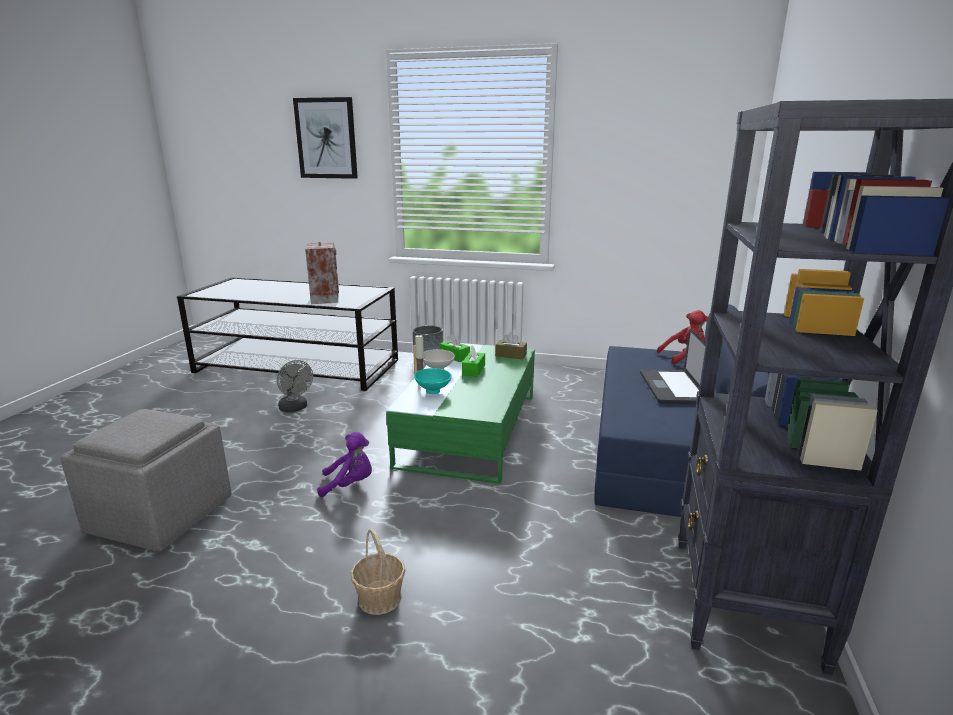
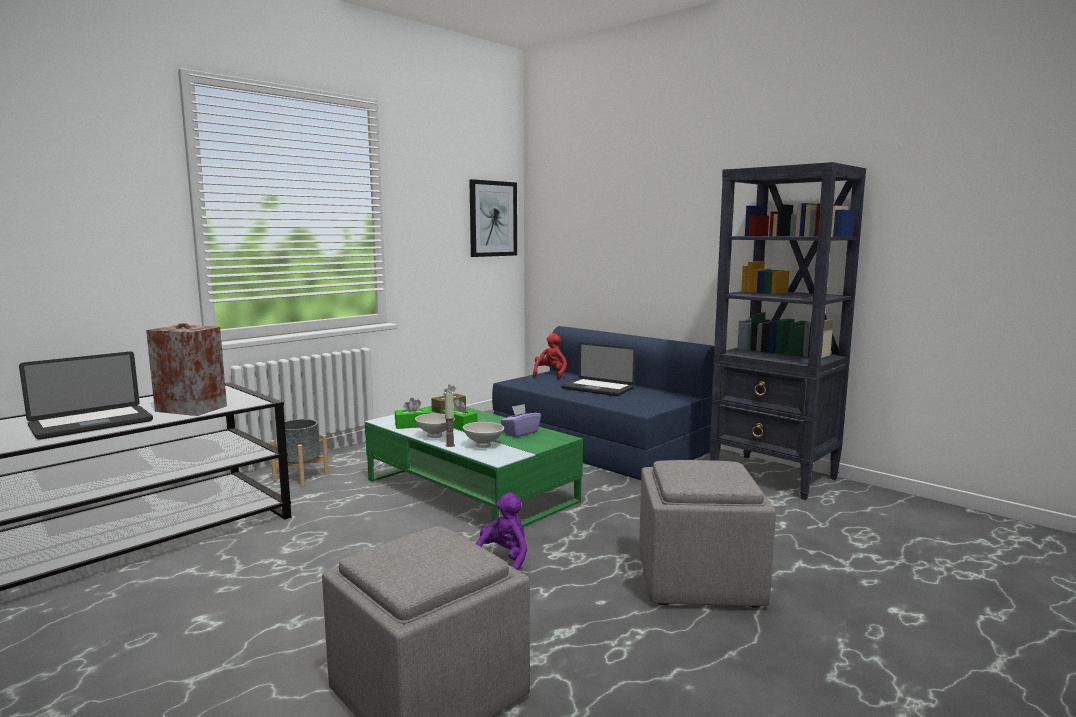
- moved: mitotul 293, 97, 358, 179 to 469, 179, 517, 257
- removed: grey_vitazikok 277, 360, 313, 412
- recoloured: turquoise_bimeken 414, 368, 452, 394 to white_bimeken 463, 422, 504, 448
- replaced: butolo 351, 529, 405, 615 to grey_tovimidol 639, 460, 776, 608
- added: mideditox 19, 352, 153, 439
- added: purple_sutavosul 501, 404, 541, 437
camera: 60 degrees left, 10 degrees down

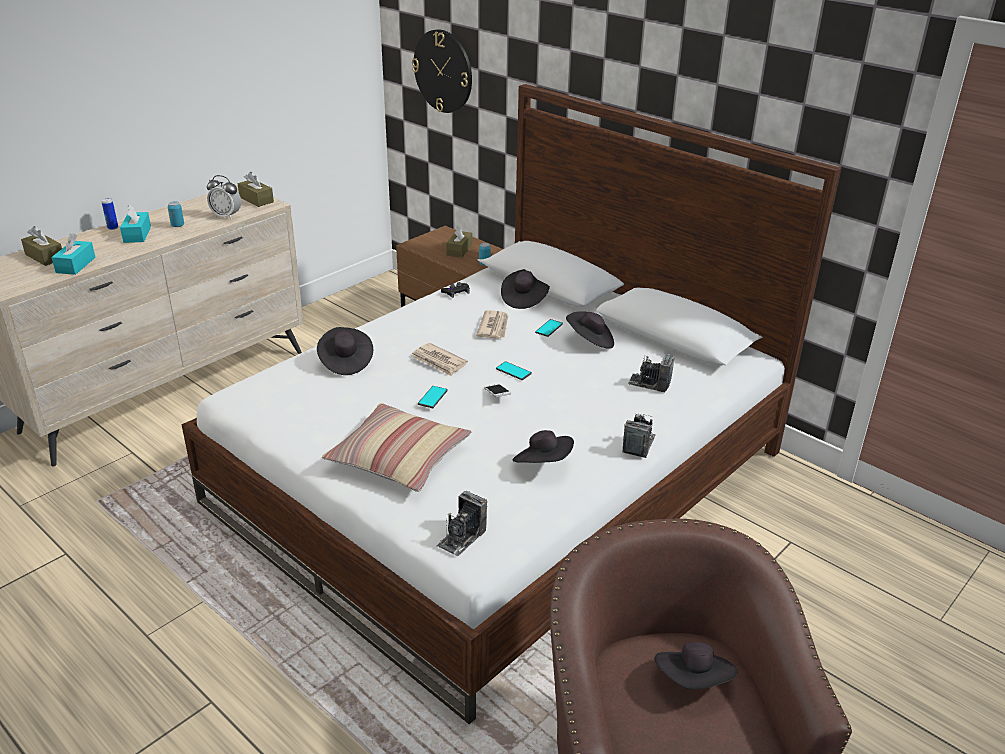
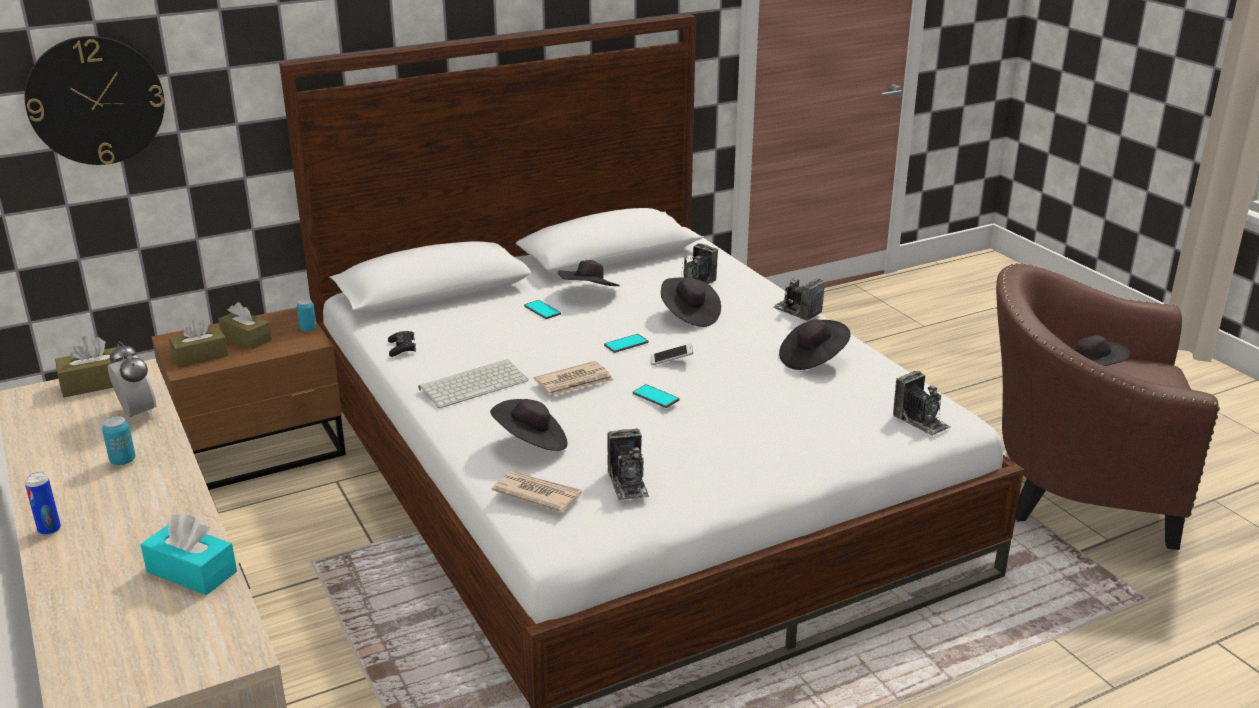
- turned: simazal 207, 175, 241, 220 = 108, 341, 157, 418 75 degrees counterclockwise
- removed: turquoise_sutavosul 120, 204, 151, 243
- moved: brown_sutavosul 21, 226, 62, 266 to 169, 319, 228, 367
- moved: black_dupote 501, 269, 550, 309 to 661, 277, 721, 327
- moved: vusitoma 476, 310, 508, 339 to 492, 471, 582, 512
- removed: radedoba 322, 403, 471, 492
- added: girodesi 418, 359, 529, 408
- added: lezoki 607, 429, 649, 501
camera: 70 degrees left, 5 degrees down

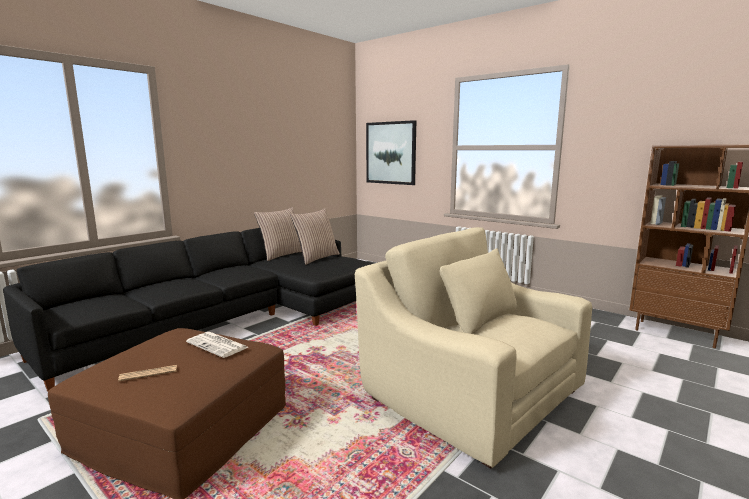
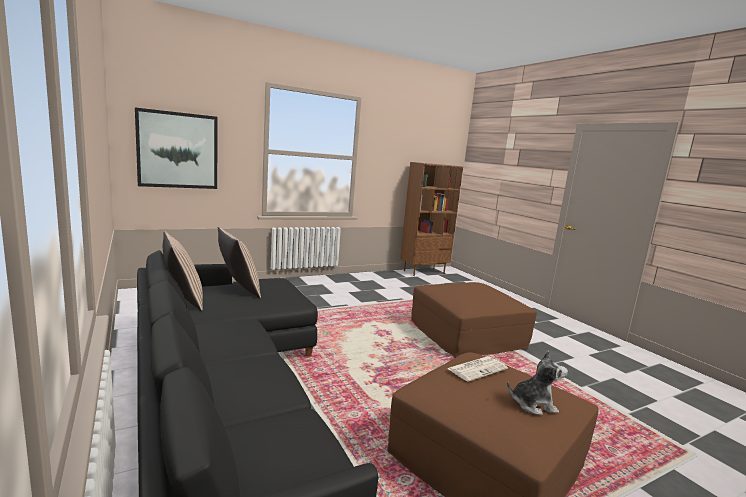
- replaced: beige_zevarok 355, 227, 592, 469 to brown_tovimidol 411, 282, 537, 358
- replaced: vusitoma 118, 365, 177, 381 to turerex 507, 351, 568, 415
camera: 70 degrees left, 0 degrees up

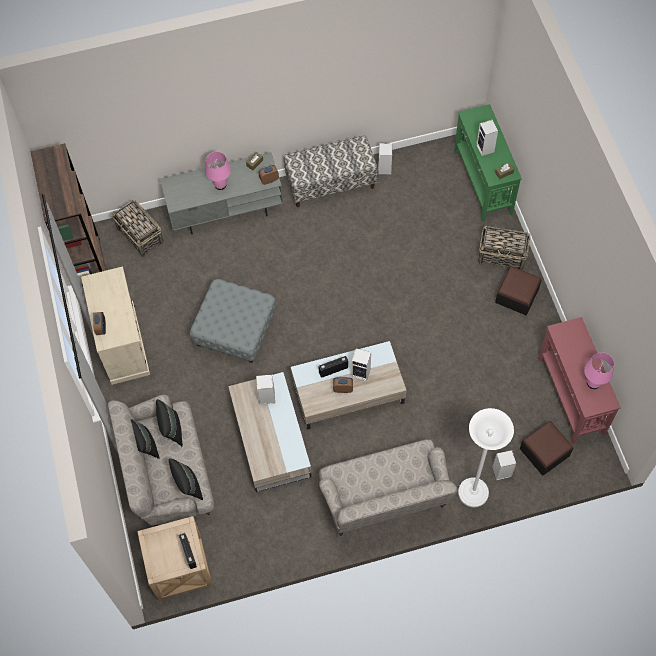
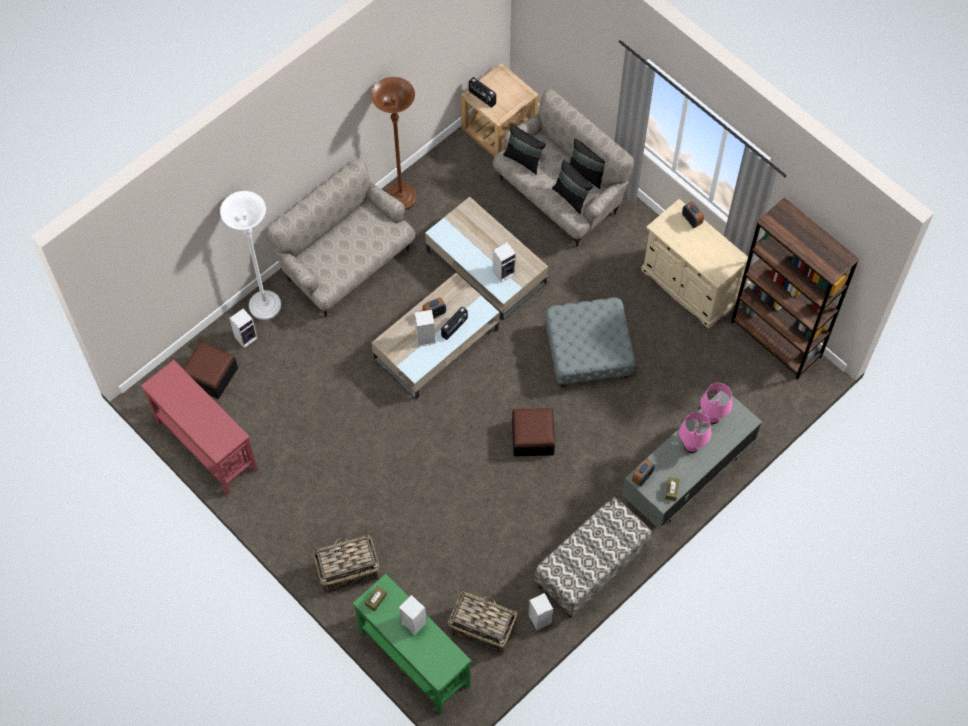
- moved: butolo 111, 200, 164, 257 to 448, 592, 517, 655
- moved: tovimidol 495, 266, 542, 315 to 512, 408, 555, 457
- moved: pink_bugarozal 584, 352, 614, 389 to 700, 383, 732, 424
- added: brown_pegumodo 371, 77, 417, 210
camera: 150 degrees right, 0 degrees up

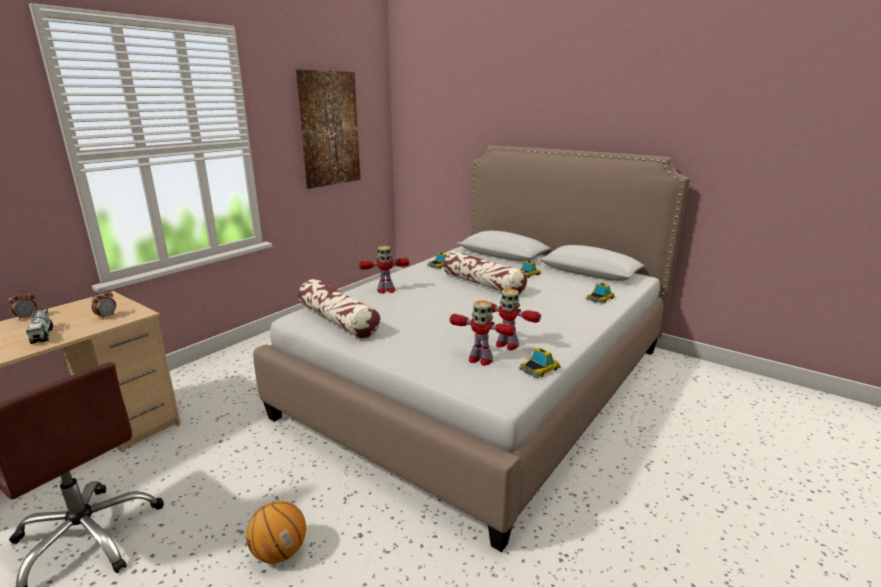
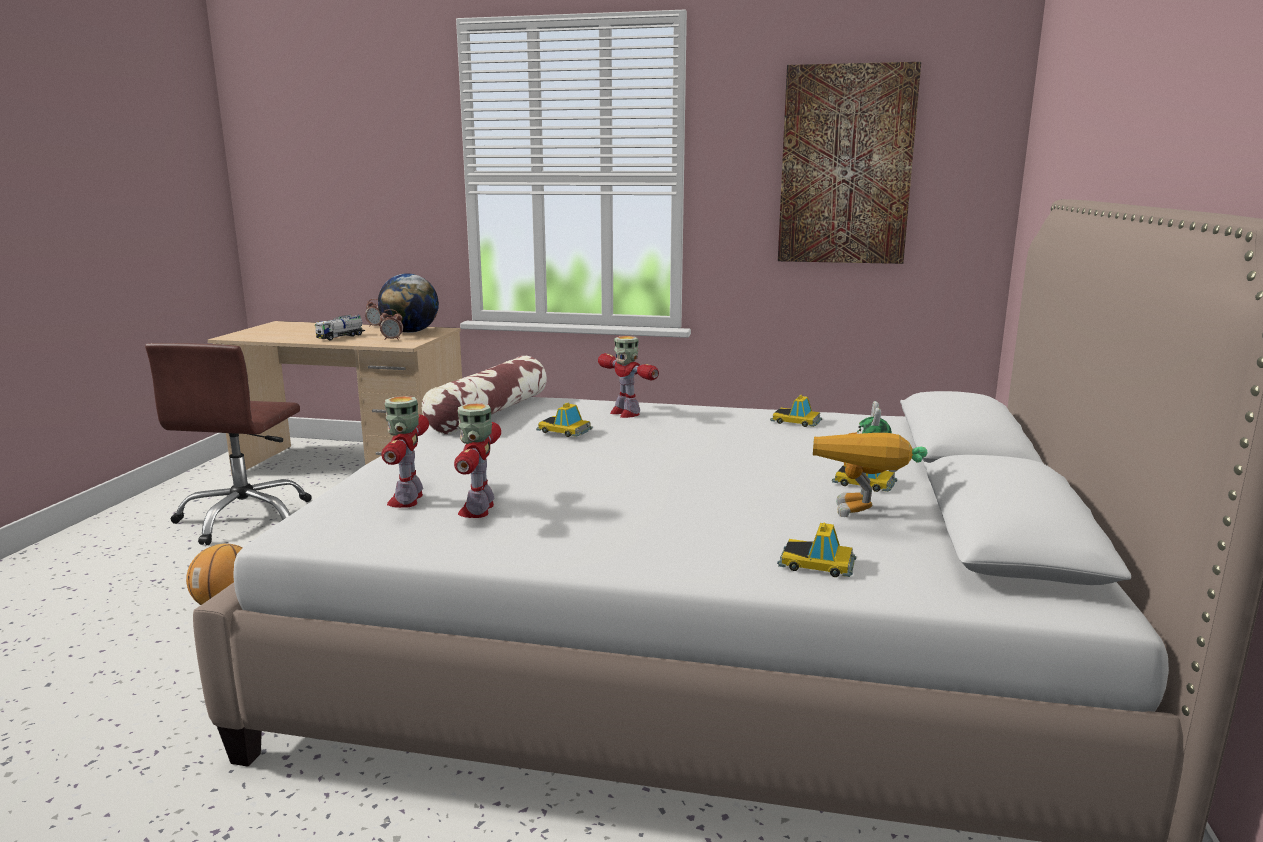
- removed: radedoba 443, 251, 527, 294
- moved: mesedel 519, 347, 561, 378 to 536, 403, 593, 437
- added: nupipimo 378, 273, 439, 333
- added: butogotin 813, 401, 928, 517
camera: 65 degrees right, 5 degrees down

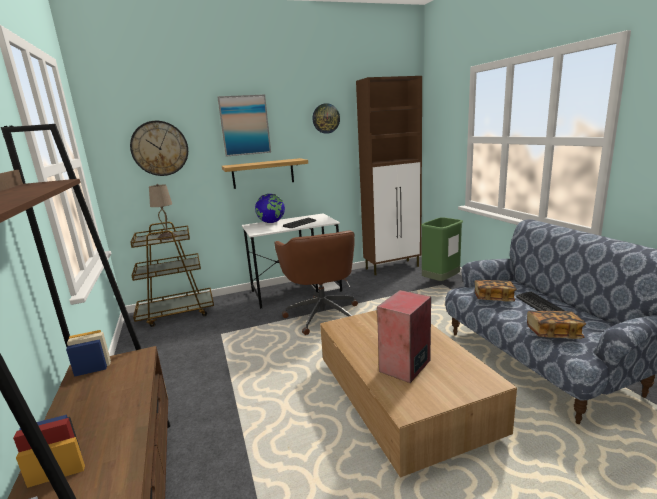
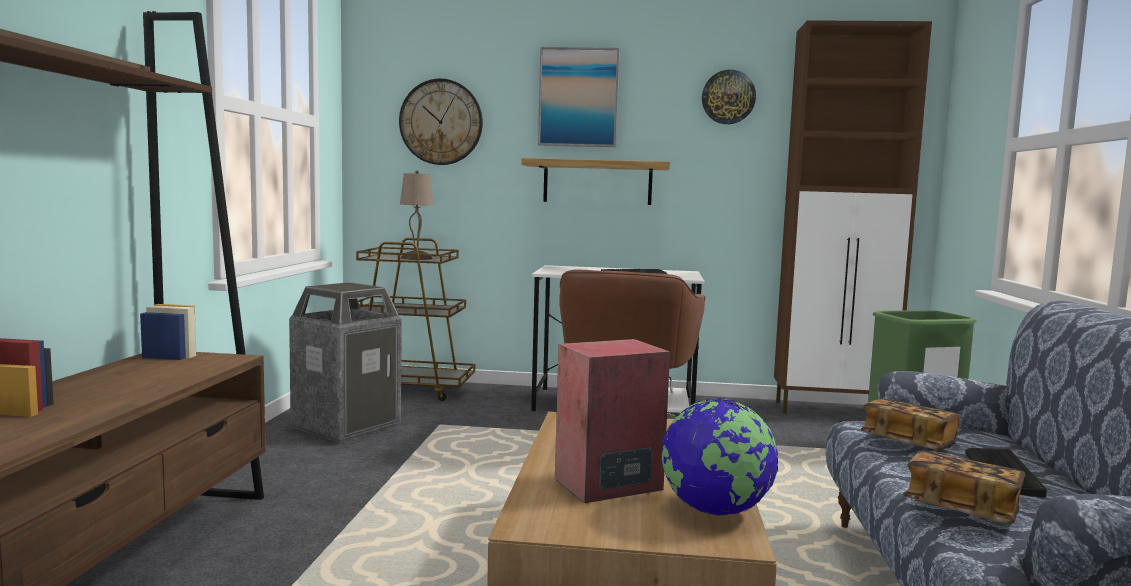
- moved: nupipimo 255, 194, 285, 223 to 662, 398, 778, 515
- added: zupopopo 289, 282, 402, 444
camera: 25 degrees right, 10 degrees down

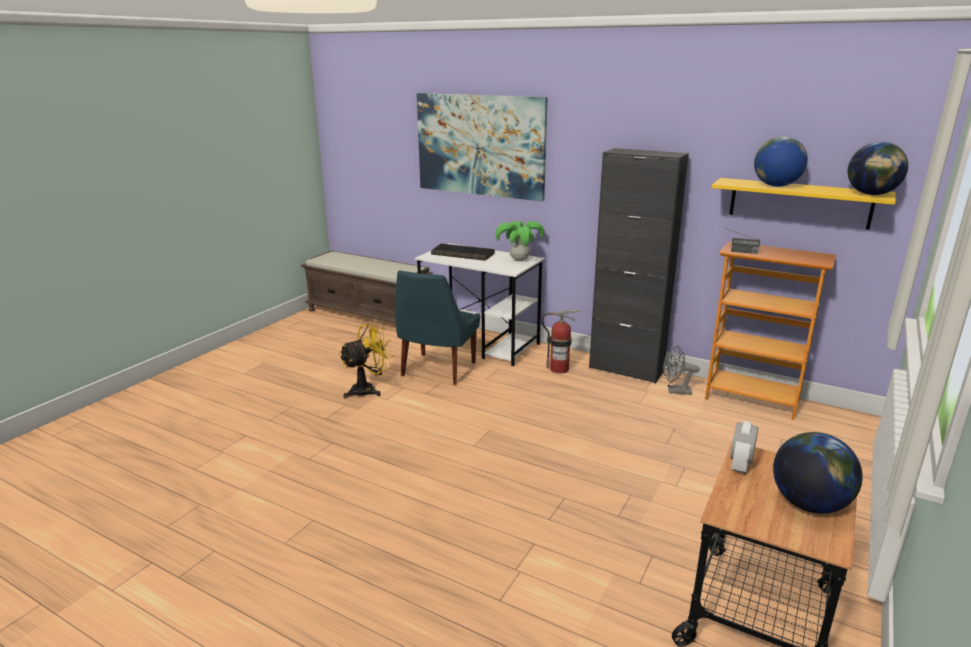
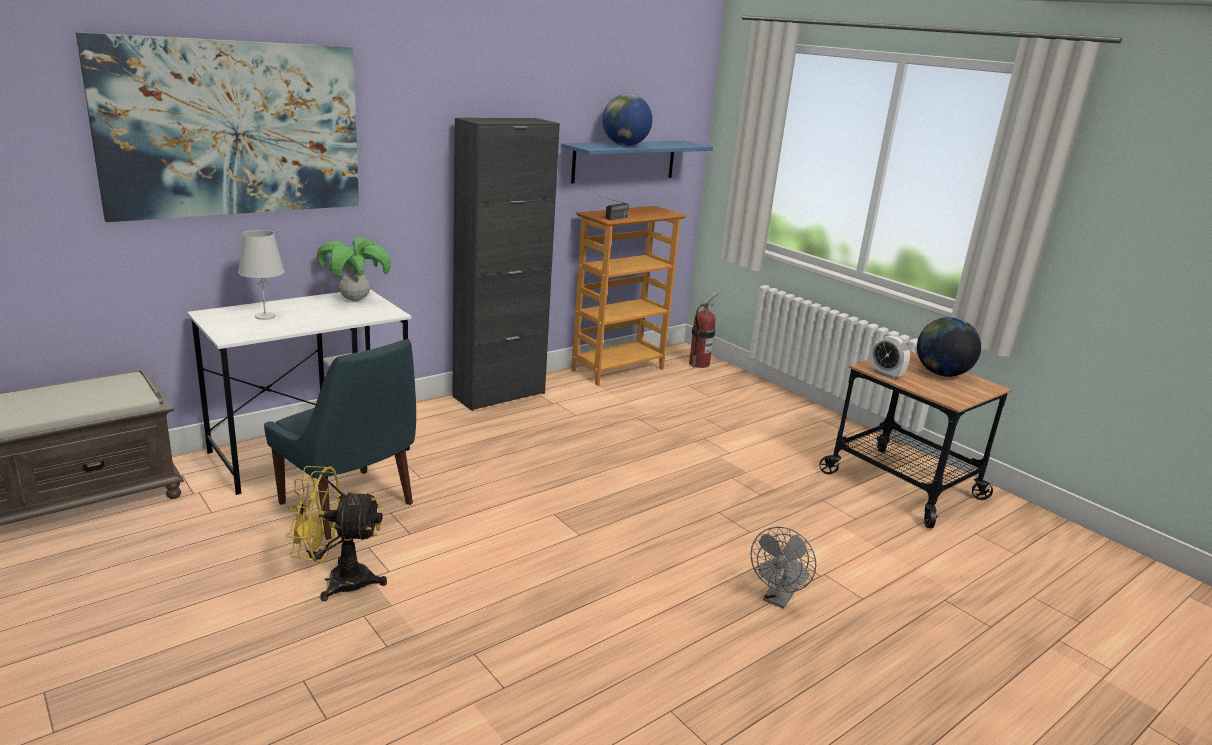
- removed: nupipimo 848, 142, 908, 195
- recoloured: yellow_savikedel 711, 178, 896, 230 to blue_savikedel 561, 141, 713, 183
- replaced: girodesi 431, 244, 495, 261 to white_bugarozal 238, 230, 285, 320
- moved: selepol 542, 309, 582, 374 to 689, 292, 719, 368
- turned: yellow_vitazikok 339, 322, 393, 398 = 286, 466, 387, 601 75 degrees counterclockwise
- moved: grey_vitazikok 663, 345, 700, 395 to 751, 527, 816, 609
camera: 70 degrees left, 0 degrees up

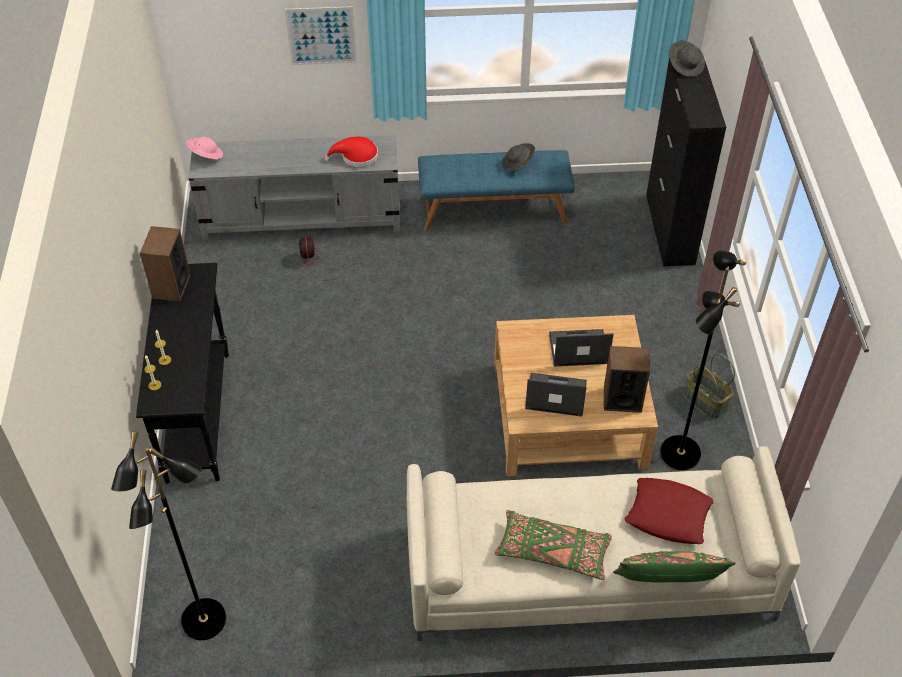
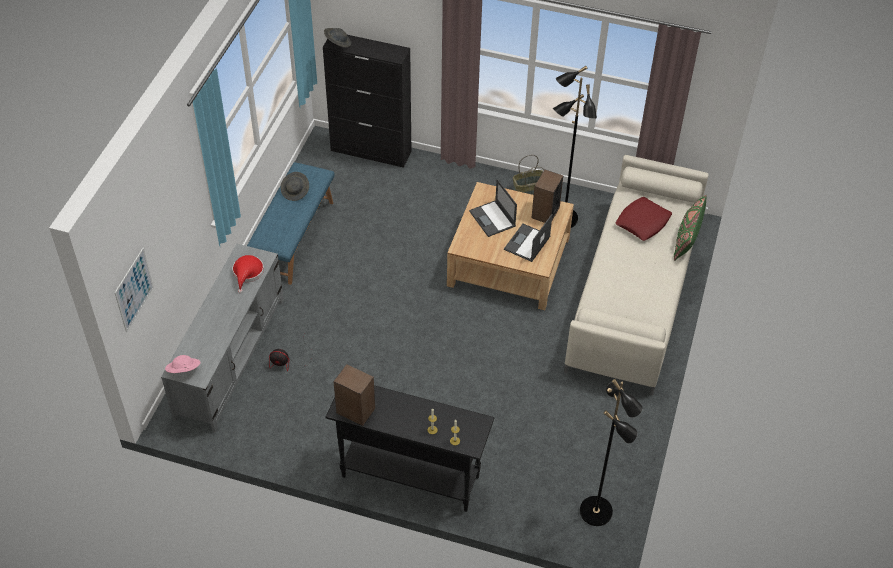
- moved: mitotul 285, 6, 357, 65 to 115, 248, 154, 332
- turned: mideditox 549, 329, 614, 367 = 469, 179, 517, 237 45 degrees counterclockwise
- removed: green_radedoba 495, 510, 612, 580
camera: 70 degrees left, 0 degrees up

